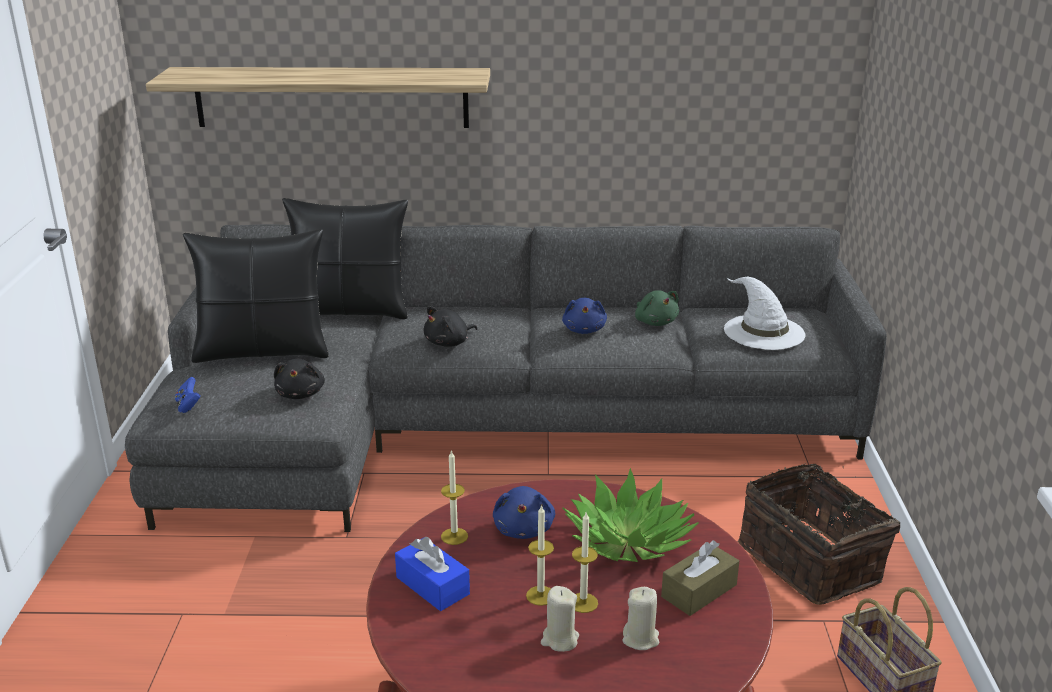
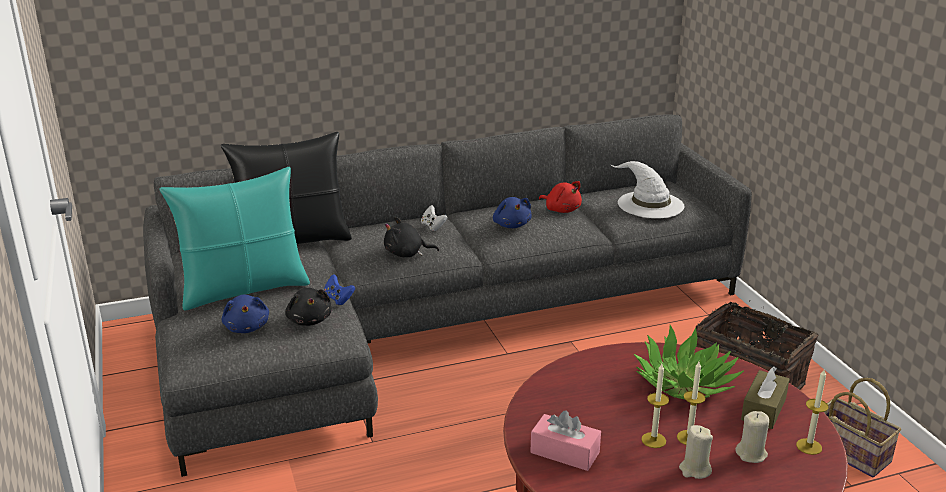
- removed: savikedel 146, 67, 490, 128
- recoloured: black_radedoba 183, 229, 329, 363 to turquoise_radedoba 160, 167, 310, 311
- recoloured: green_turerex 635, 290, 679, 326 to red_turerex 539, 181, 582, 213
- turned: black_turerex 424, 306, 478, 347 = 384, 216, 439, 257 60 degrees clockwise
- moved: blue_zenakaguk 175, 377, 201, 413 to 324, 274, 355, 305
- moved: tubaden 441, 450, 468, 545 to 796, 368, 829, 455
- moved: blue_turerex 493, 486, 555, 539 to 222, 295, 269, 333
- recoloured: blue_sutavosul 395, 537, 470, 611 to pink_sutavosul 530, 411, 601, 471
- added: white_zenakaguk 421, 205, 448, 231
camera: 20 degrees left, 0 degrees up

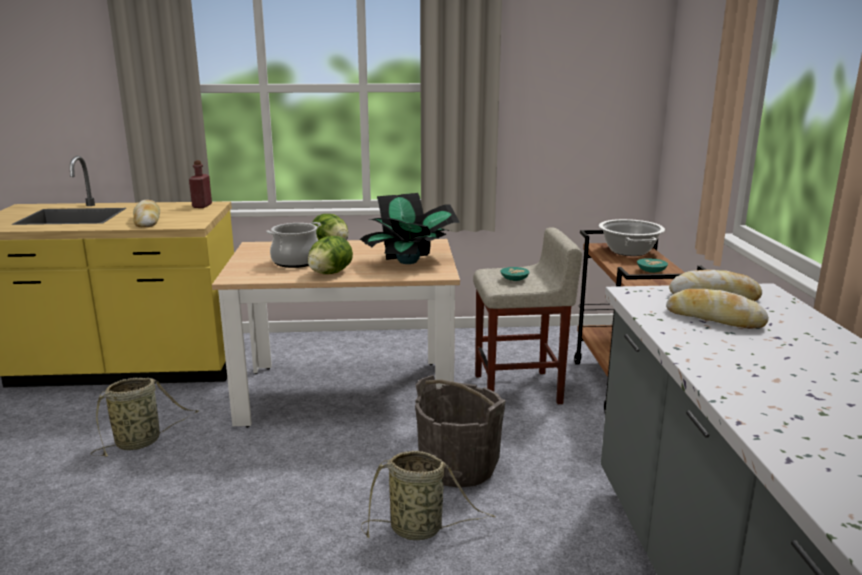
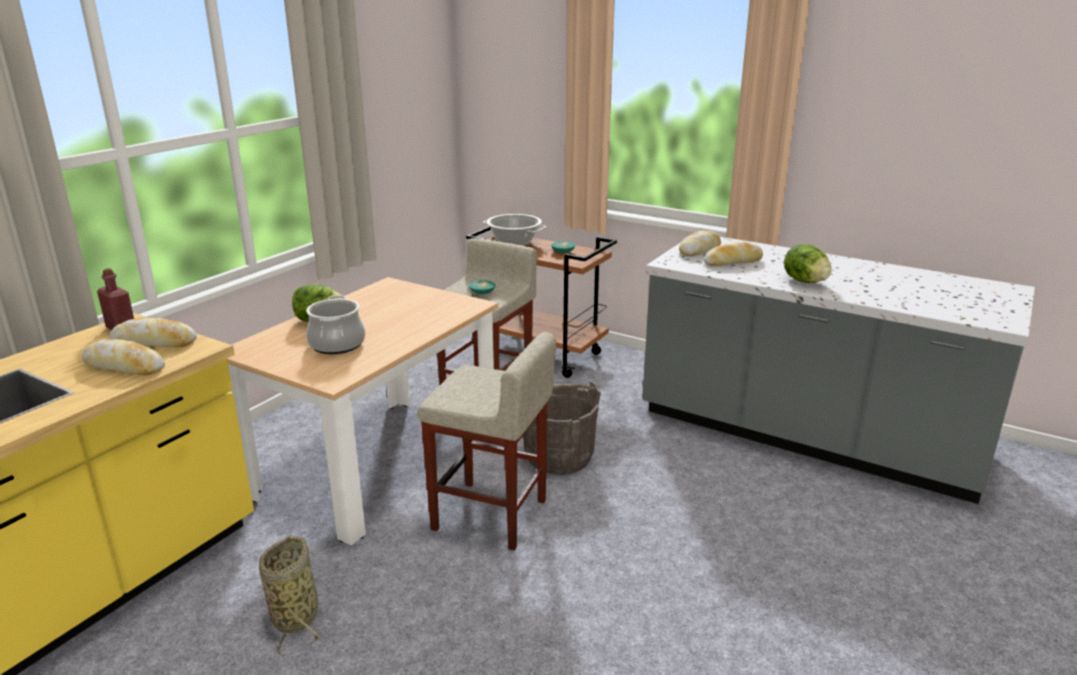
- removed: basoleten 360, 193, 460, 264
- moved: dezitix 308, 236, 353, 274 to 784, 244, 832, 283
- removed: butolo 361, 450, 495, 540
- added: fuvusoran 109, 318, 197, 347
- added: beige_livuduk 417, 332, 556, 551
camera: 55 degrees left, 5 degrees up

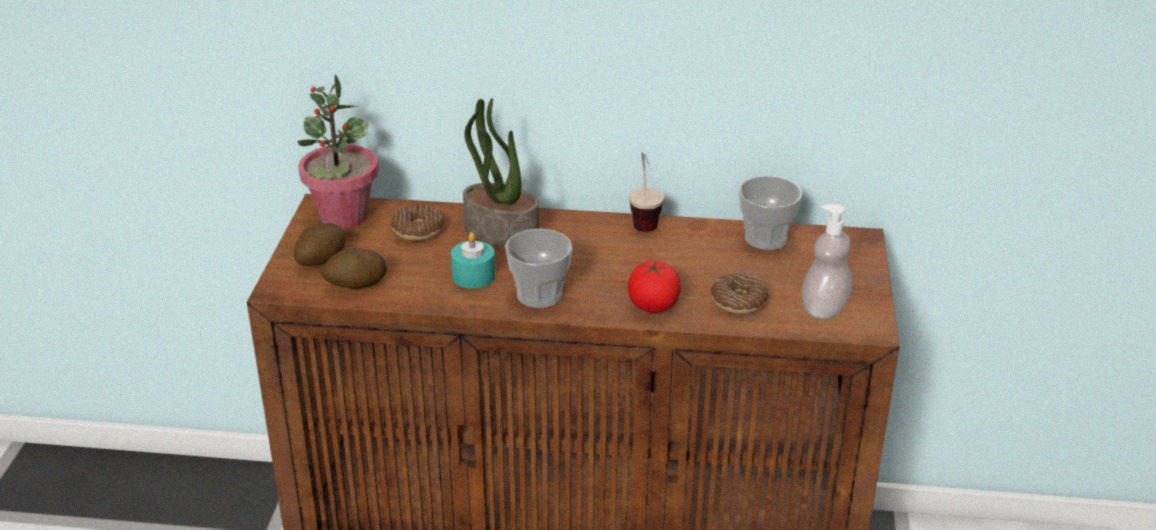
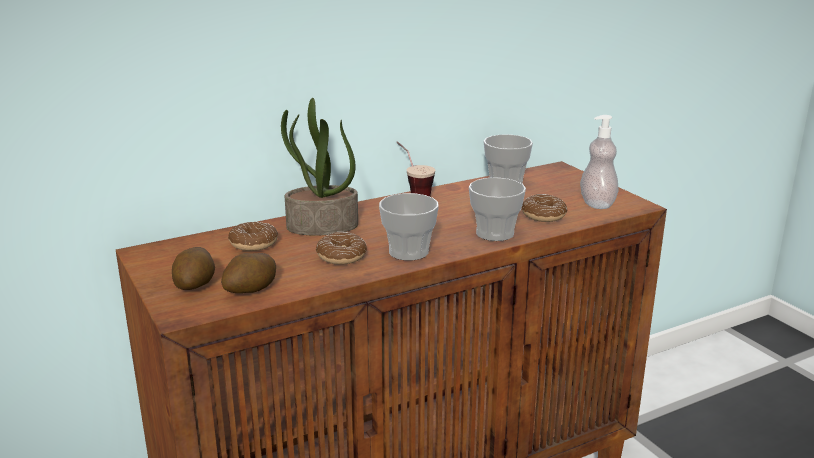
- removed: basoleten 297, 74, 379, 229
- replaced: turquoise_tubaden 451, 232, 495, 289 to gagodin 316, 232, 367, 265
- replaced: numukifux 628, 261, 681, 313 to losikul 469, 178, 526, 241
camera: 35 degrees left, 10 degrees down

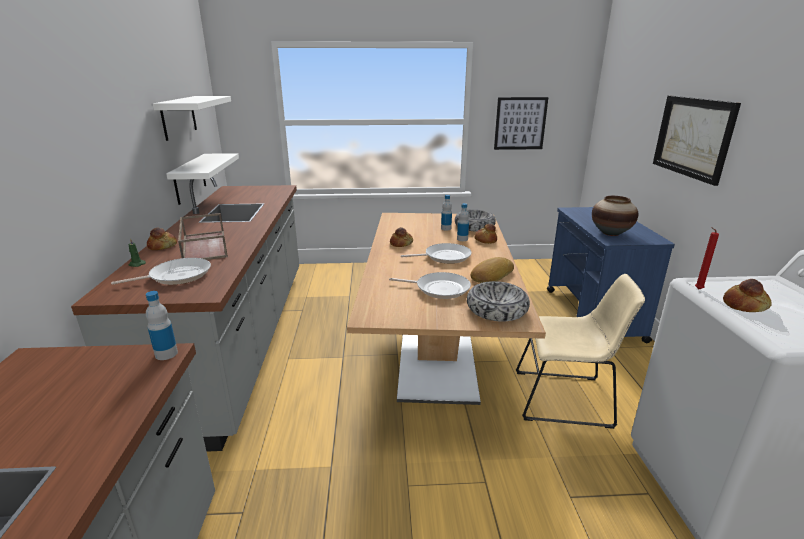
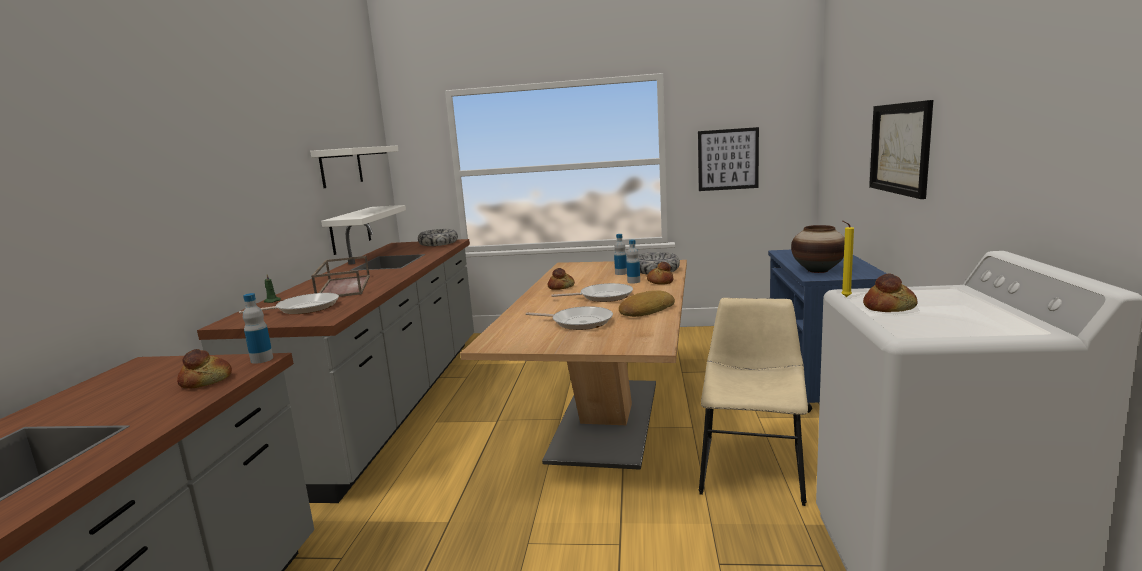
- recoloured: red_tubaden 695, 227, 719, 289 to yellow_tubaden 841, 221, 854, 297
- moved: fuvusoran 147, 228, 177, 250 to 177, 349, 232, 389
- turned: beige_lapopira 516, 274, 645, 429 = 699, 298, 808, 506 90 degrees counterclockwise
- moved: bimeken 467, 281, 530, 322 to 418, 229, 458, 246
camera: 10 degrees right, 10 degrees down

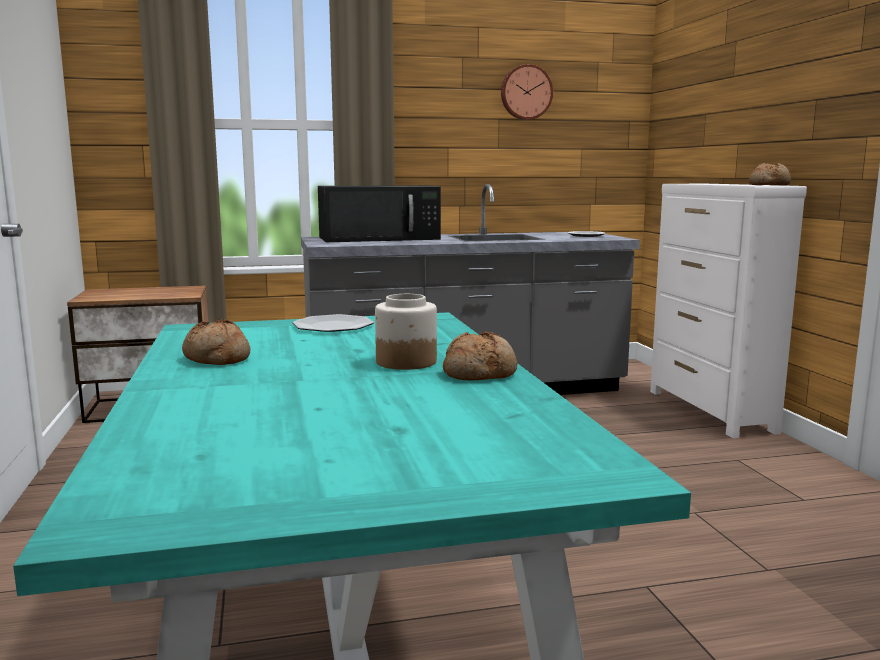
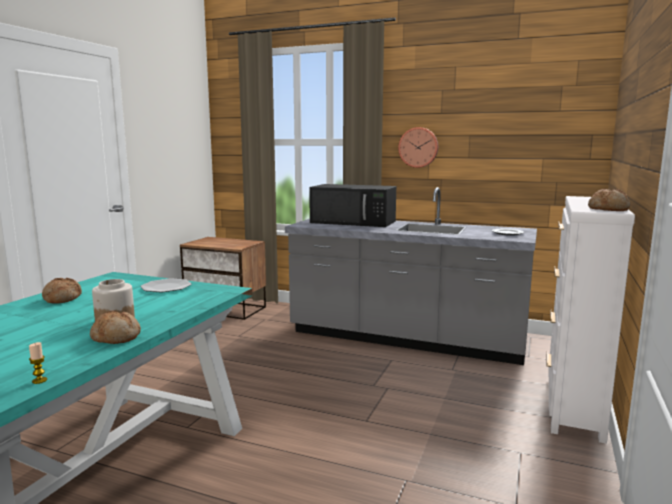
- moved: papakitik 501, 64, 553, 120 to 398, 127, 438, 168
- added: tubaden 29, 342, 47, 384
camera: 35 degrees right, 0 degrees up

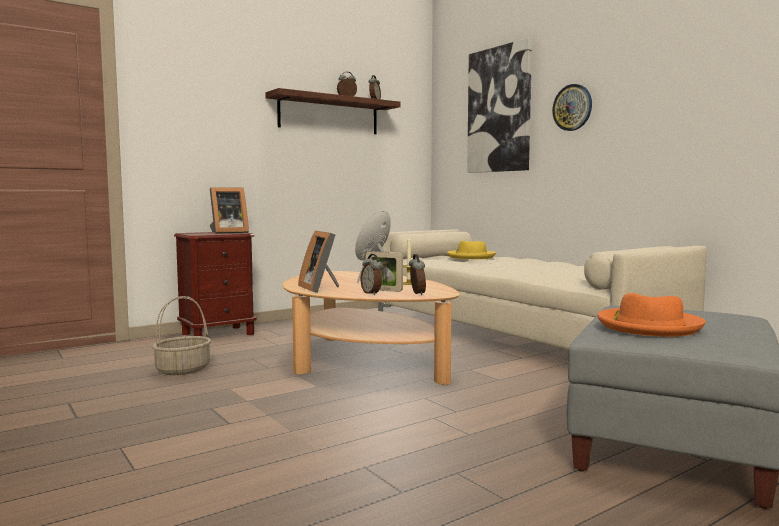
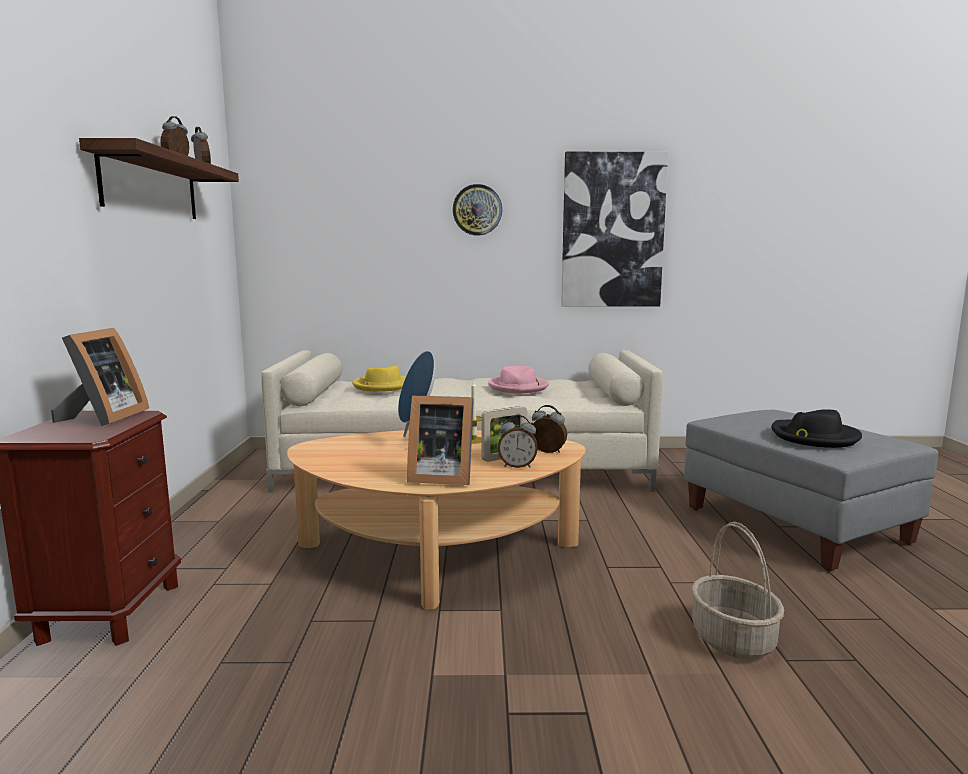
- moved: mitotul 467, 38, 532, 173 to 561, 152, 668, 307
- recoloured: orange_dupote 597, 293, 706, 337 to black_dupote 771, 409, 862, 448
- moved: butolo 152, 296, 211, 375 to 691, 522, 784, 659
- added: pink_dupote 488, 366, 549, 394
camera: 55 degrees left, 5 degrees up

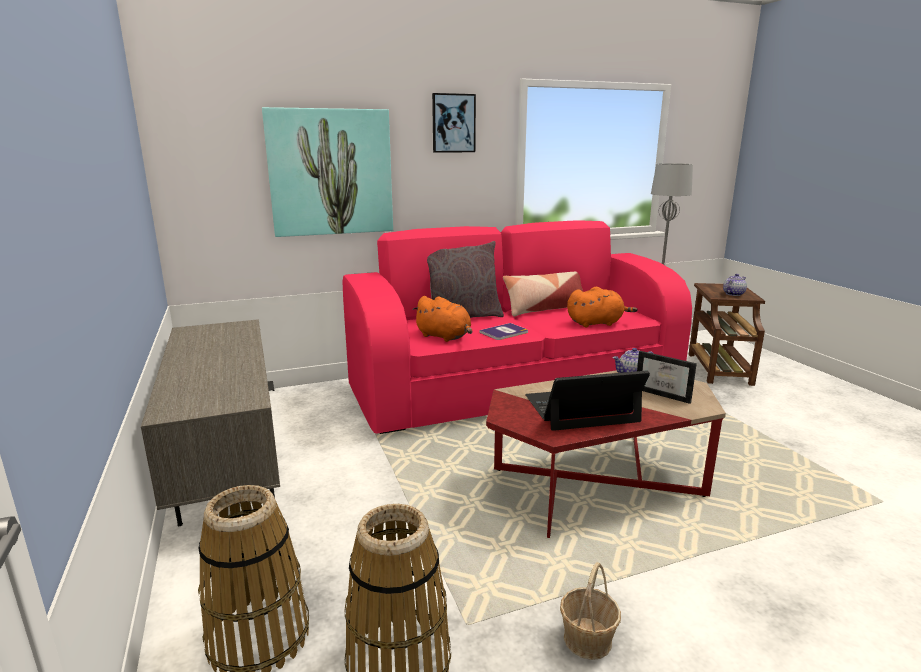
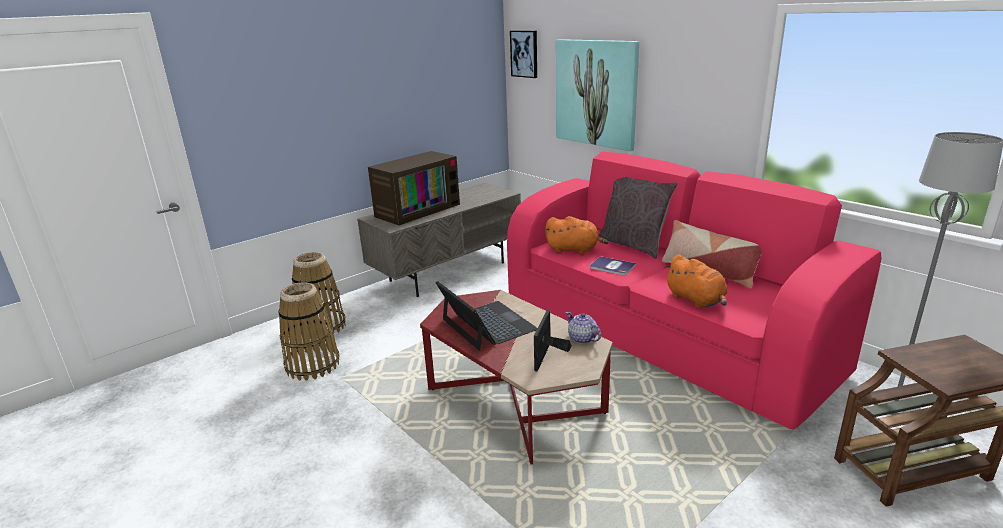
- moved: mitotul 432, 93, 476, 153 to 510, 30, 537, 78
- removed: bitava 723, 274, 747, 296
- turned: orange_turerex 412, 296, 472, 342 = 545, 216, 609, 254 90 degrees counterclockwise
- removed: butolo 560, 562, 621, 660
- added: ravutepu 368, 151, 460, 225
camera: 70 degrees right, 5 degrees up

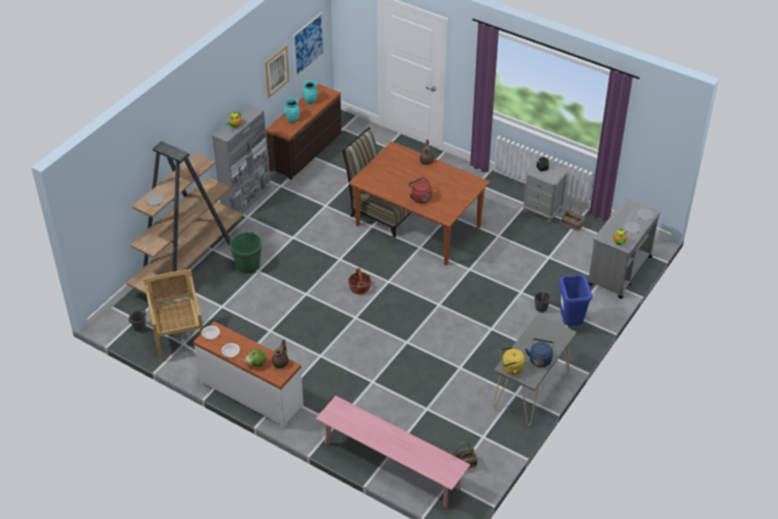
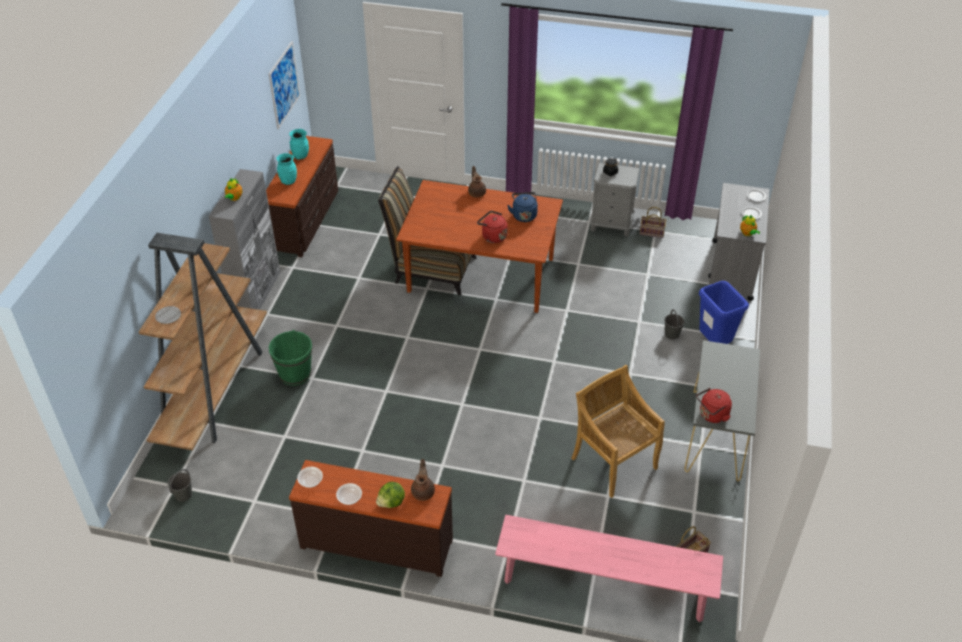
- removed: mitotul 265, 45, 290, 98
- removed: butolo 348, 268, 371, 295
- moved: beige_lapopira 143, 269, 203, 362 to 571, 365, 665, 498
- recoloured: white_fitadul 193, 321, 304, 428 to brown_fitadul 289, 460, 453, 577
- moved: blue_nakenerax 525, 338, 554, 367 to 507, 192, 538, 222
- recoloured: yellow_nakenerax 500, 347, 525, 375 to red_nakenerax 697, 388, 732, 423
camera: 20 degrees left, 0 degrees up

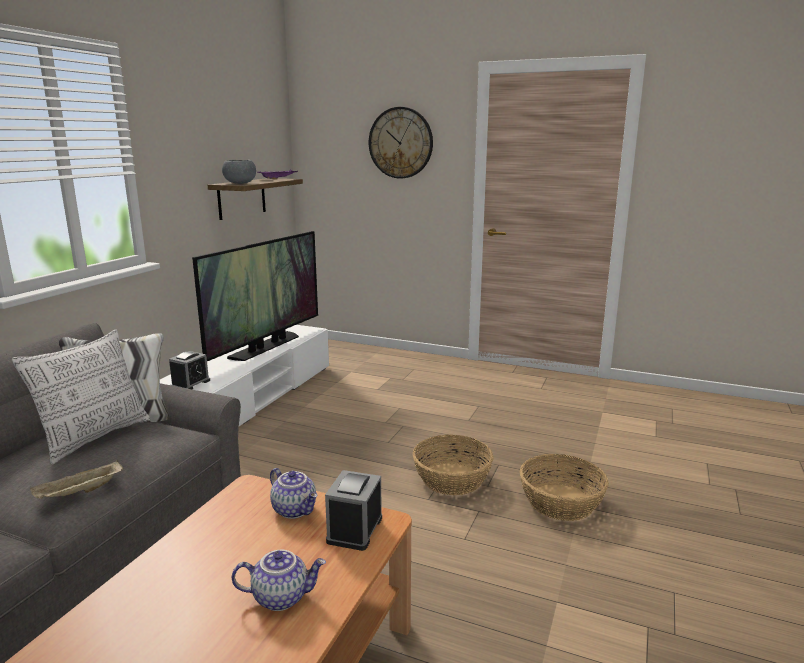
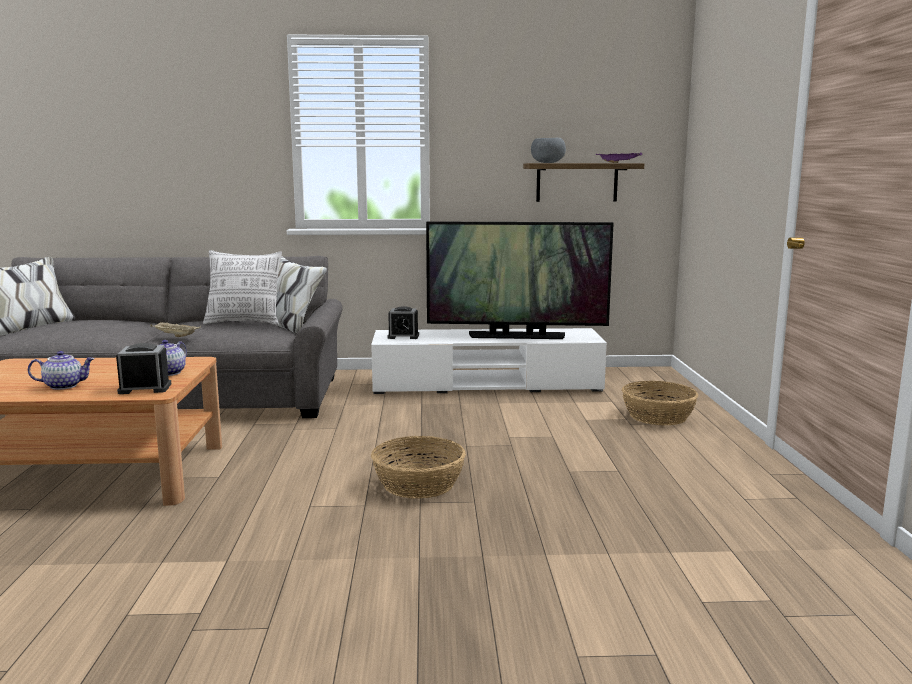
- removed: papakitik 369, 107, 433, 179
- moved: butolo 520, 454, 609, 521 to 622, 381, 698, 425
- turned: bitava 232, 550, 326, 611 = 28, 351, 95, 390 75 degrees counterclockwise
camera: 65 degrees right, 5 degrees down

